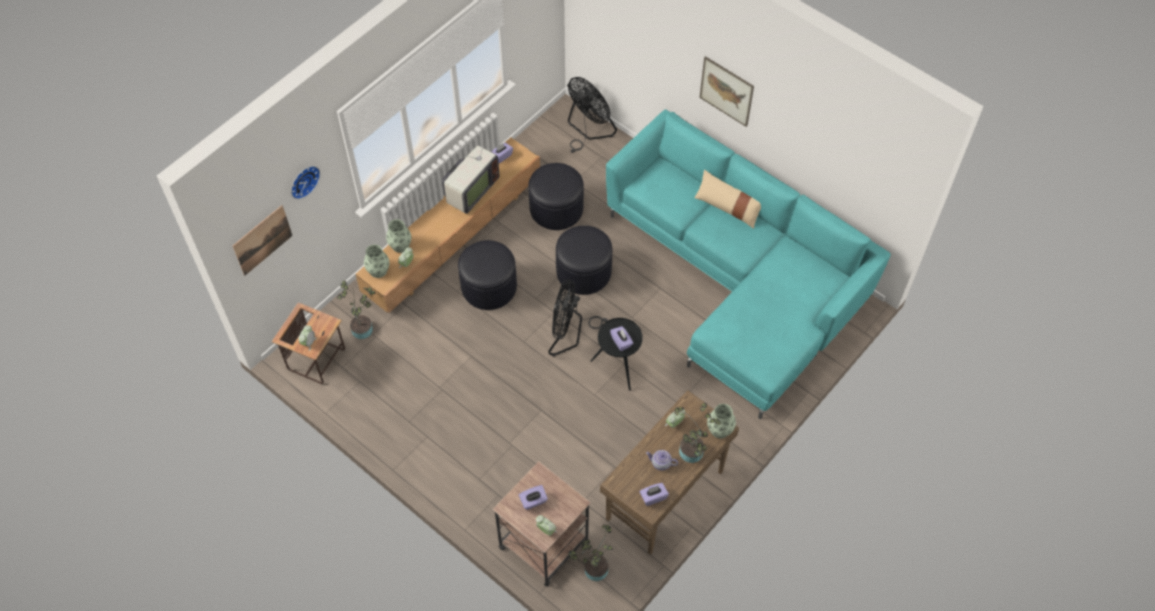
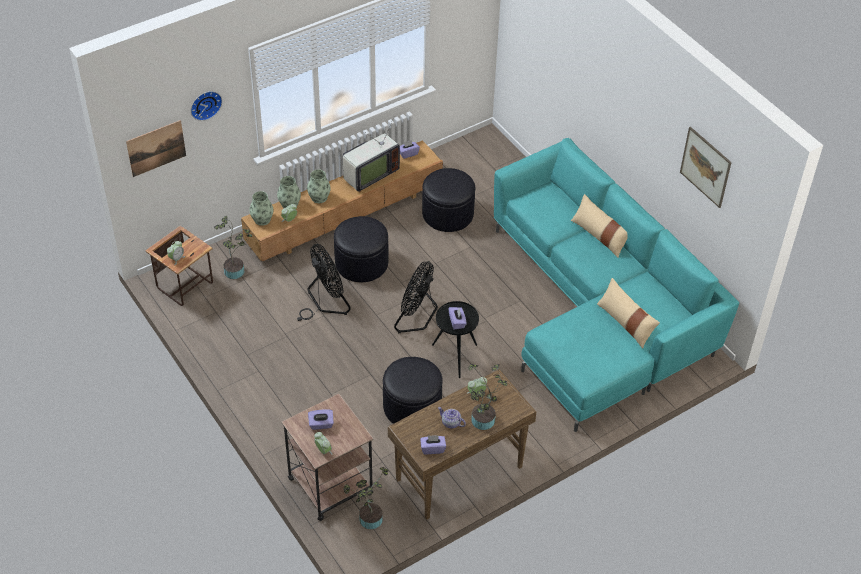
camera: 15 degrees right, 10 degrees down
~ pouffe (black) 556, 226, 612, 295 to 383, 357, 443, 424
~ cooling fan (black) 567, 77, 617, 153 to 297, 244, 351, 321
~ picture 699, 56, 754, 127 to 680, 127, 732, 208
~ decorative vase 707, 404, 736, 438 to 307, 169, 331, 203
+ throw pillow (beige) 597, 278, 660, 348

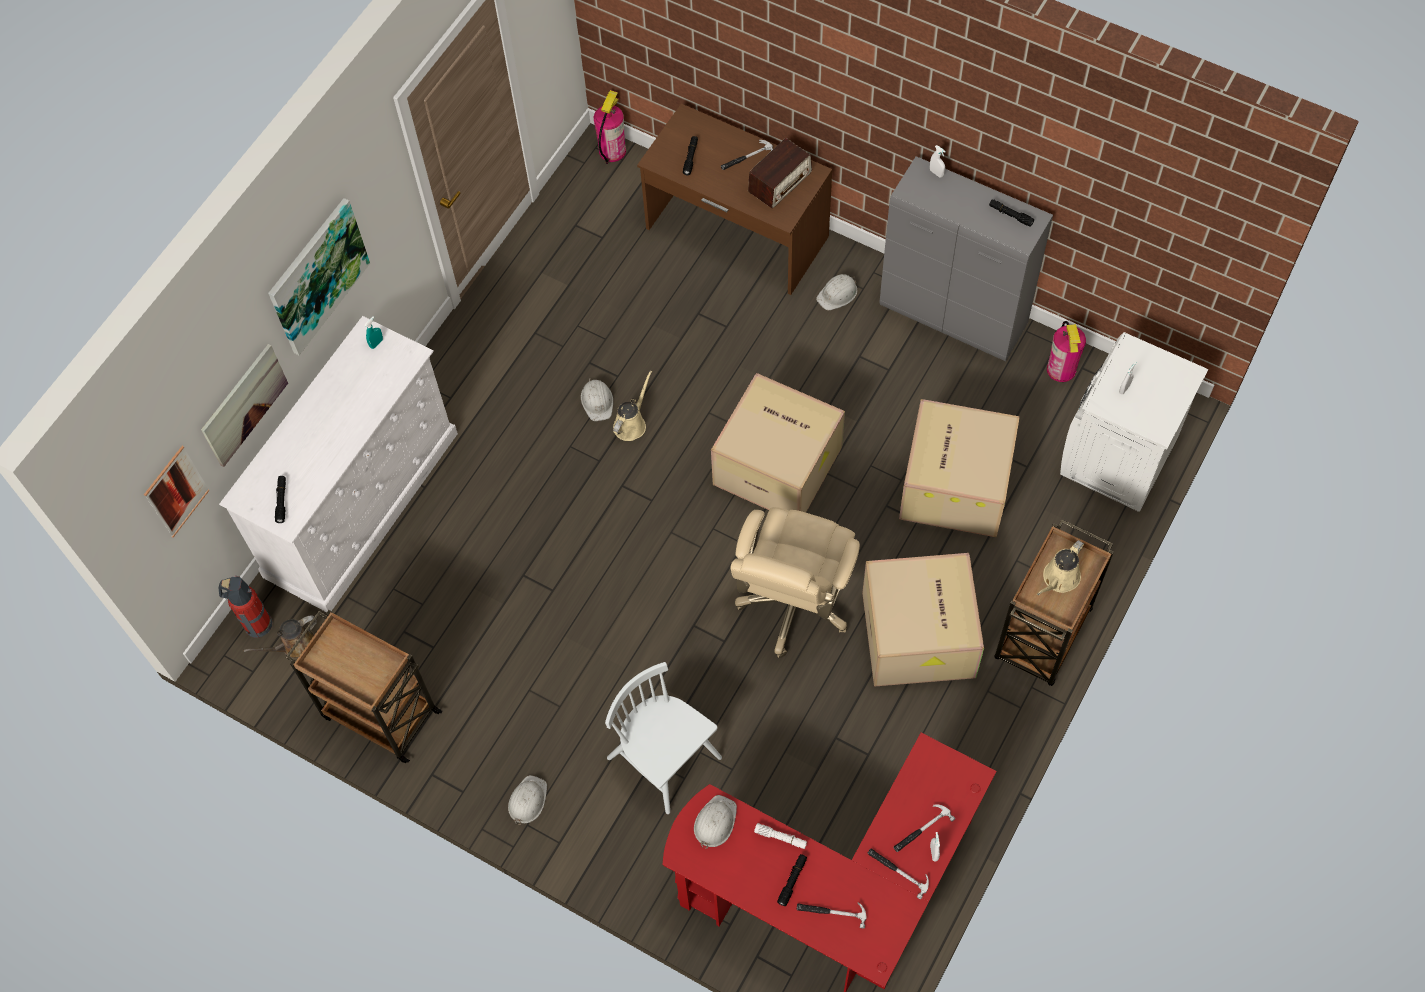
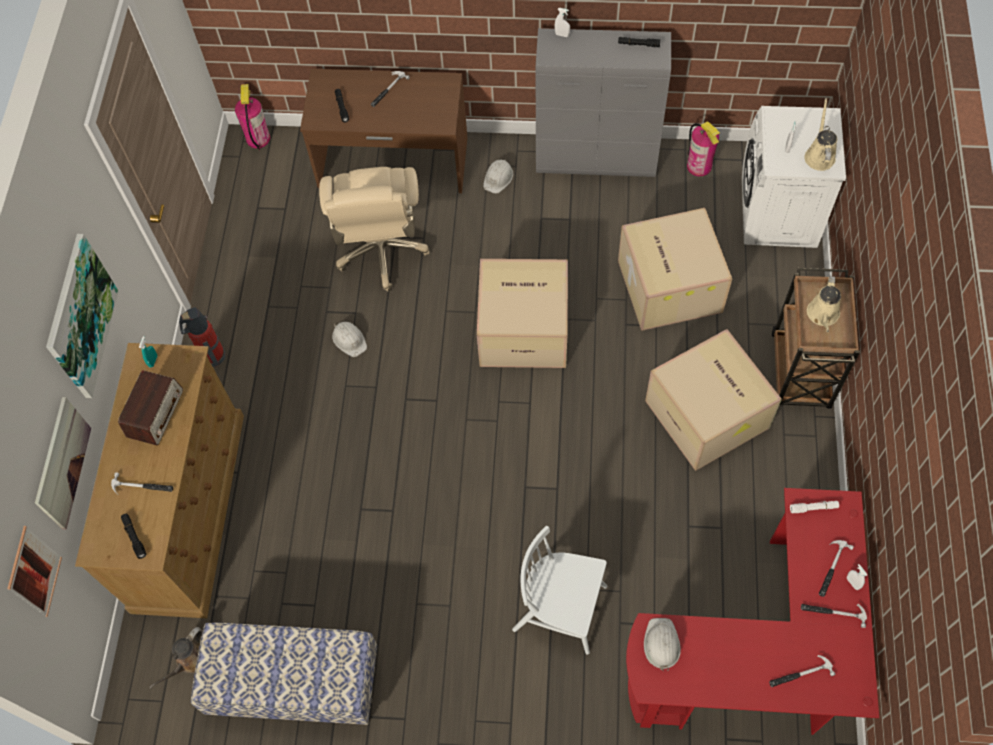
camera: 25 degrees left, 0 degrees up
~ dresser (whitish) 219, 316, 458, 612 to dresser (brownish) 75, 343, 244, 618
~ extinguisher 219, 575, 272, 638 to 179, 307, 226, 367
~ cart (brownish) 286, 610, 443, 763 to indoor bench 191, 622, 377, 725
- hard hat (whitish) 508, 775, 547, 825
~ sprinkling can (beige) 613, 371, 652, 441 to 804, 98, 837, 171
~ office chair (beige) 730, 507, 860, 658 to 319, 167, 430, 292
~ radio receiver 748, 138, 812, 208 to 118, 370, 183, 445
~ torch (whitish) 754, 823, 807, 849 to 790, 501, 839, 513
- torch (black) 777, 854, 807, 906
+ hammer 111, 472, 173, 494

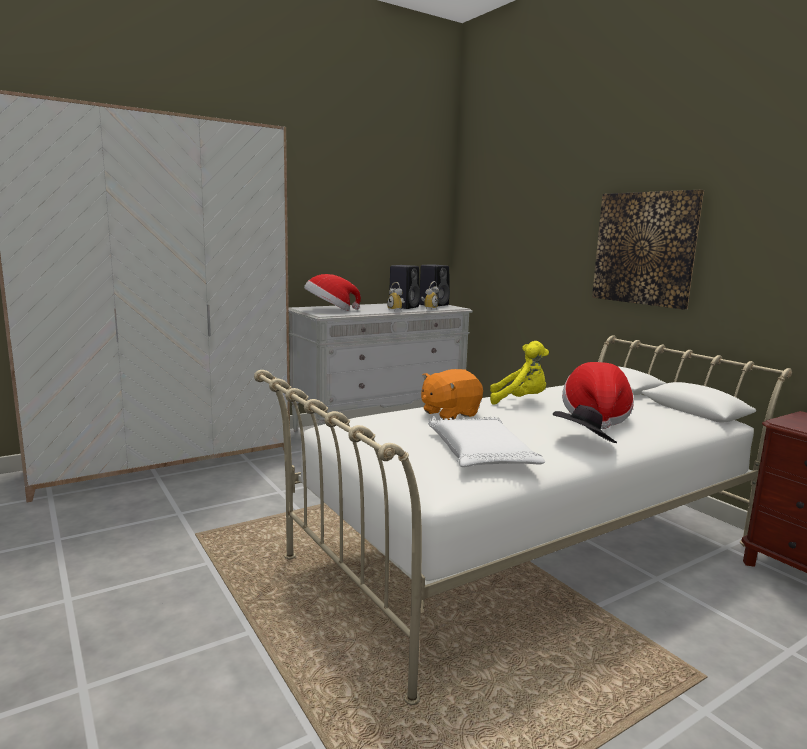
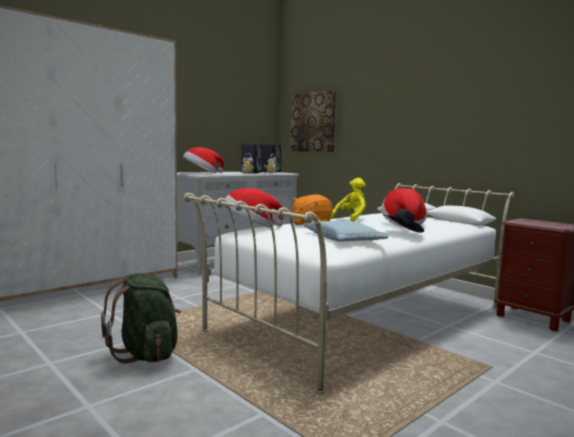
camera: 10 degrees left, 5 degrees down
~ throw pillow (whitish) 428, 416, 545, 467 to throw pillow (blue-coloured) 304, 220, 389, 242
~ plush toy (yellow) 490, 341, 549, 405 = 331, 178, 366, 222 45 degrees counterclockwise
~ picture 592, 190, 704, 309 to 291, 90, 337, 152
+ knapsack (green-coloured) 101, 273, 181, 364
+ wearable hat 225, 188, 283, 228

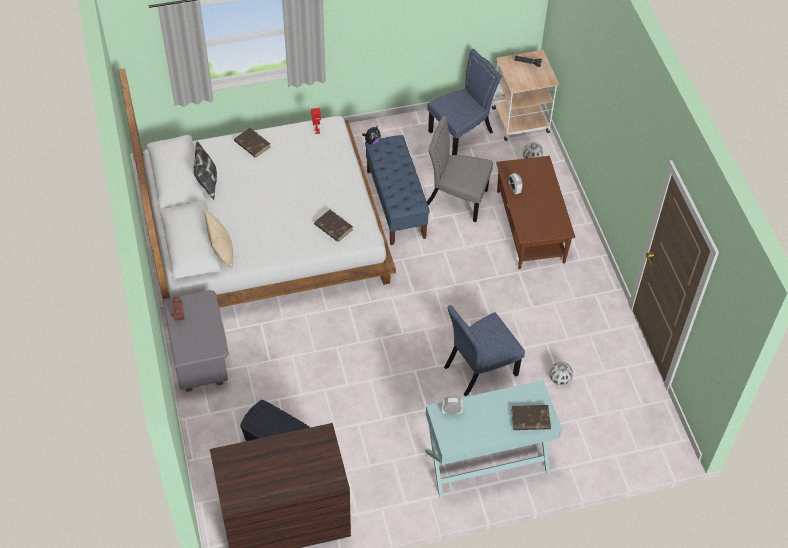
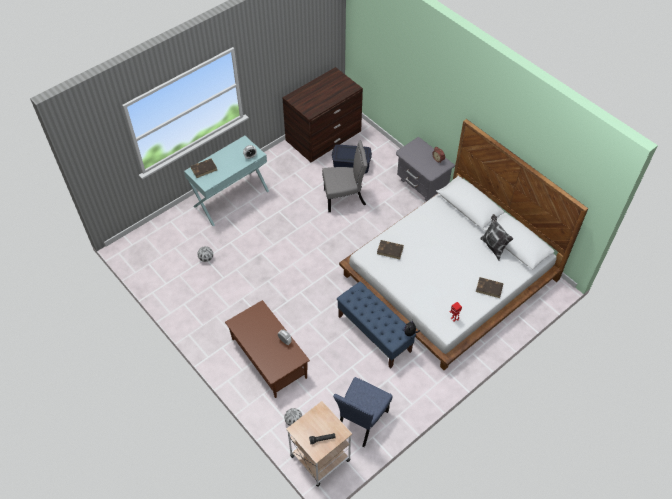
camera: 155 degrees right, 0 degrees up
- throw pillow (beige) 205, 209, 233, 269
~ upright chair (grey) 427, 116, 493, 222 to 322, 141, 367, 212
- upright chair (blue-coloured) 444, 305, 525, 396

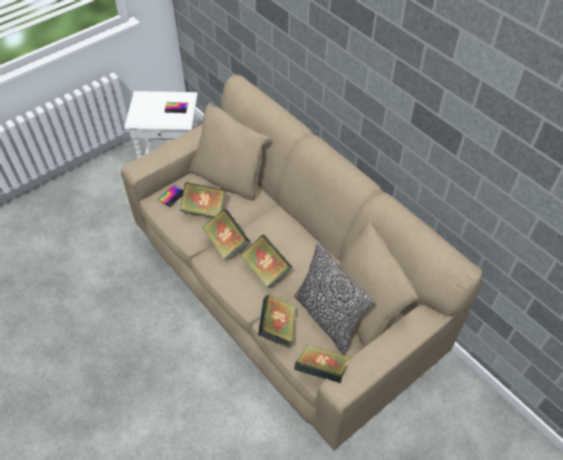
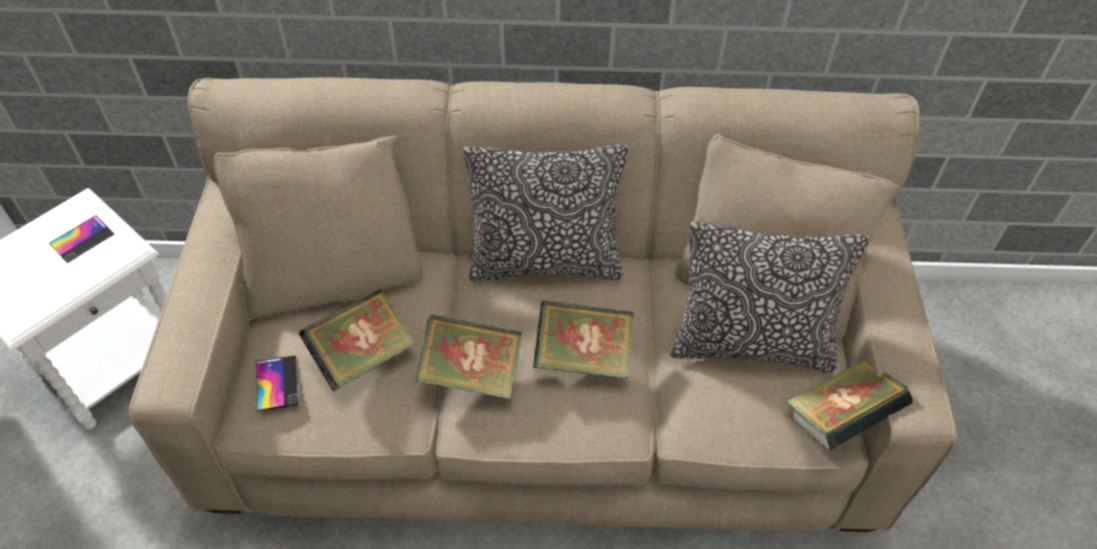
camera: 50 degrees left, 0 degrees up
- bound book 258, 295, 296, 347
+ throw pillow 463, 144, 628, 281

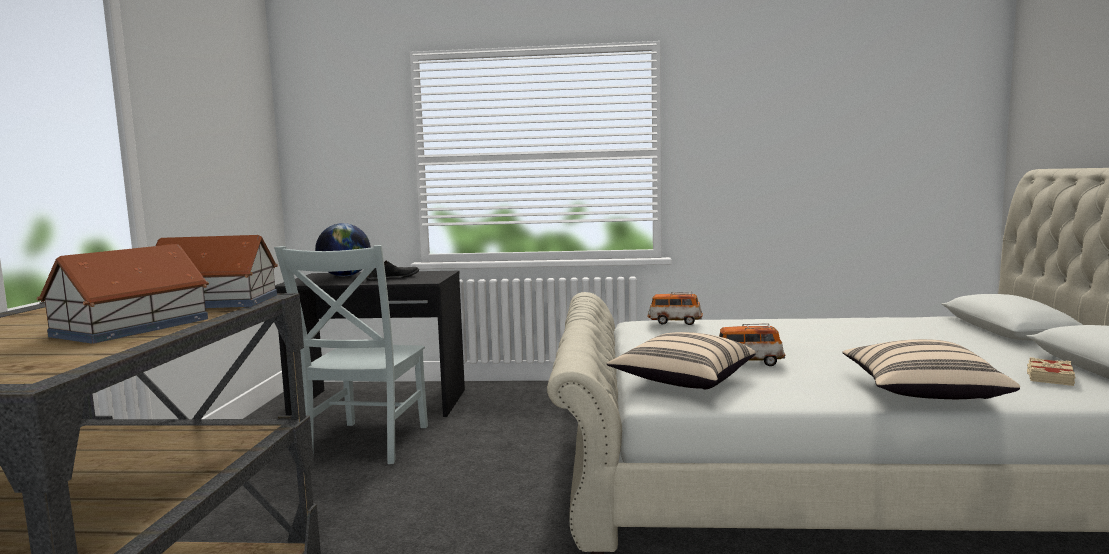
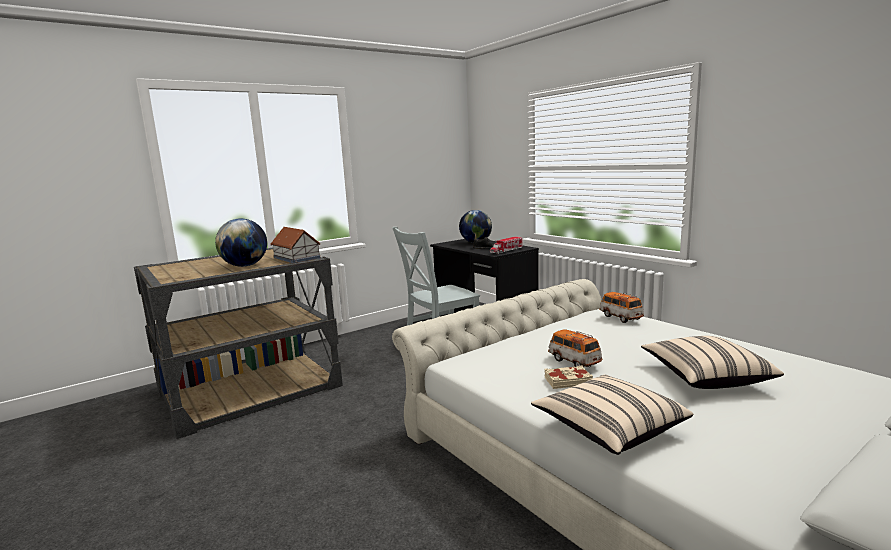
camera: 50 degrees right, 5 degrees up
~ miniature house 36, 244, 209, 344 to globe 215, 218, 267, 267
~ throw pillow (beige) 606, 332, 756, 389 to 641, 336, 784, 389
~ bound book (beige) 1027, 357, 1075, 386 to 544, 365, 593, 389
+ toy lorry 490, 236, 523, 254

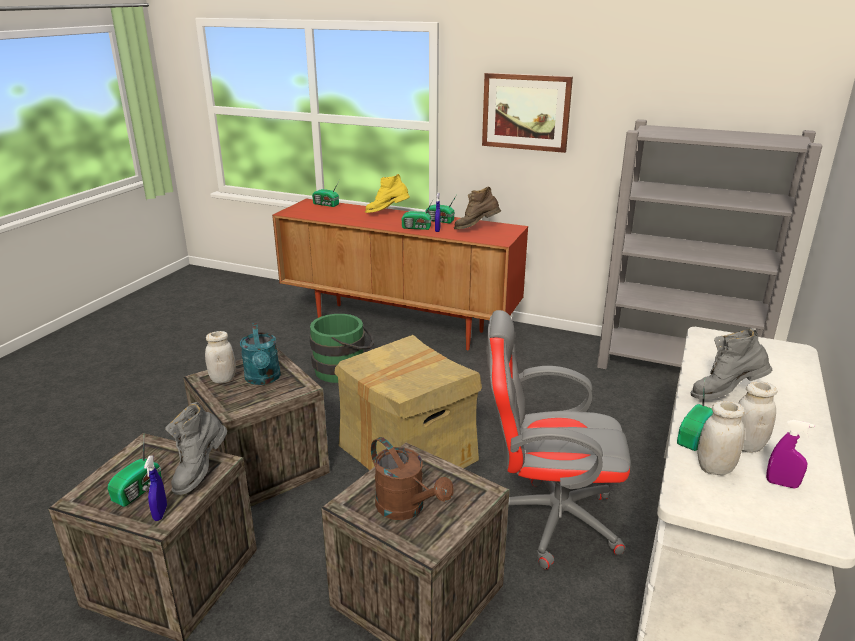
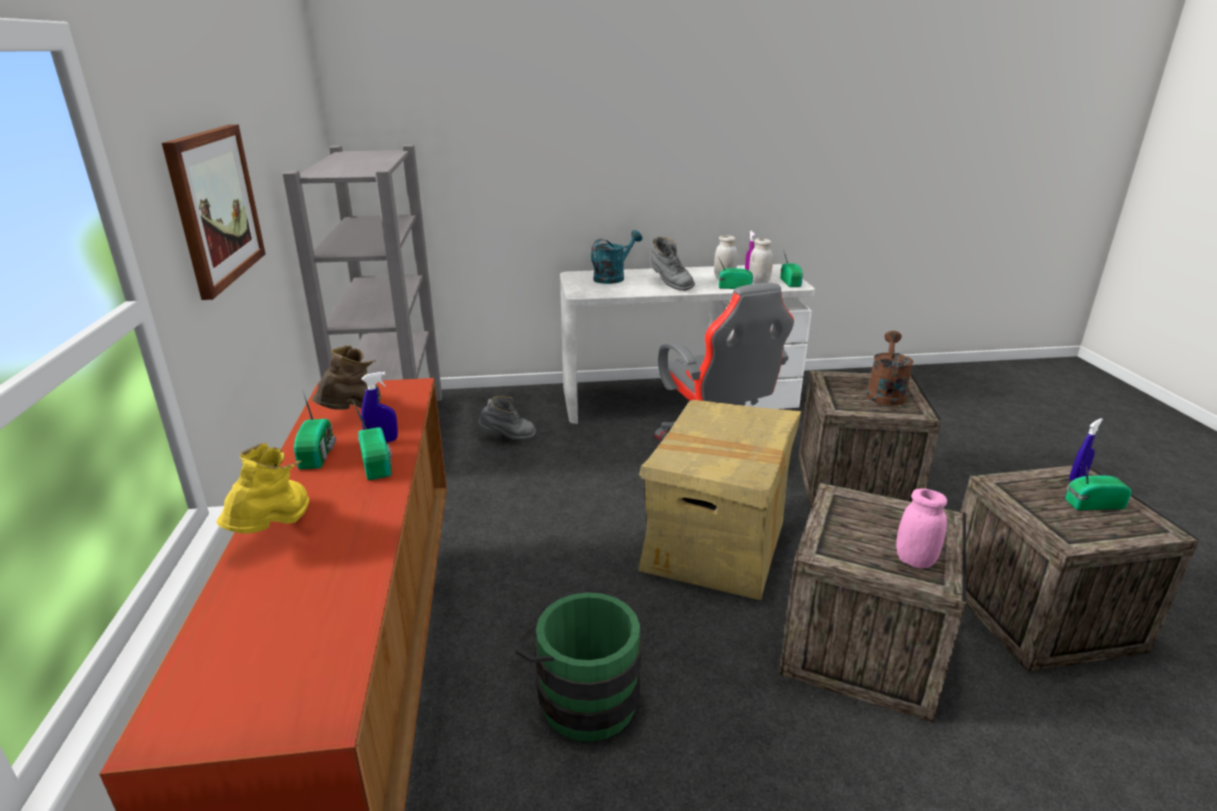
camera: 120 degrees left, 0 degrees up
~ boot (grey) 165, 402, 227, 495 to 478, 396, 536, 440
~ preserve jar (whitish) 205, 331, 236, 384 to preserve jar (pink) 896, 488, 947, 568
~ sprinkling can (turquoise) 240, 323, 281, 385 to 591, 230, 642, 284
~ radio receiver 312, 180, 340, 207 to 781, 249, 803, 287
~ boot (yellow) 365, 174, 410, 213 = 216, 443, 309, 534 135 degrees counterclockwise
~ boot (brownish) 454, 186, 501, 229 = 312, 345, 381, 410 120 degrees counterclockwise

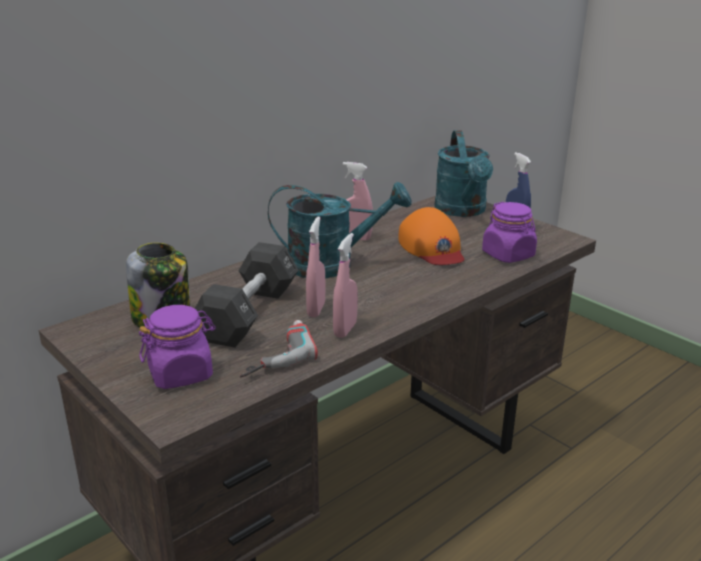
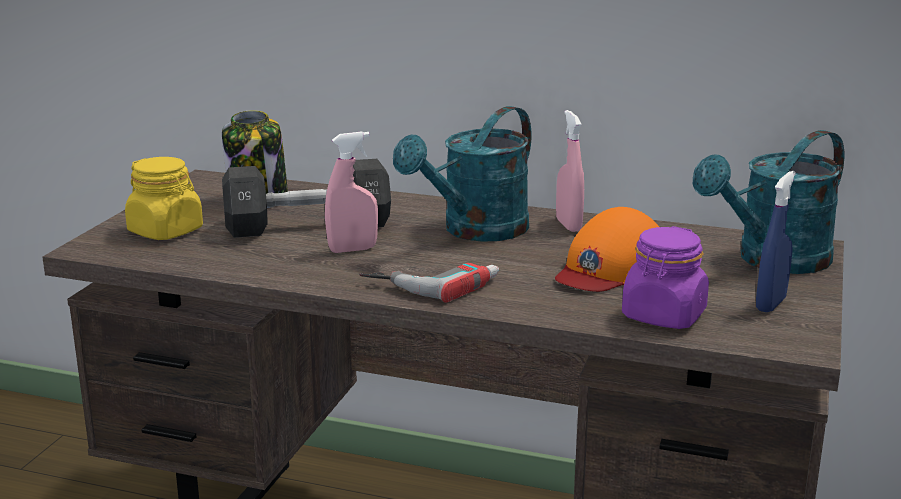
camera: 60 degrees right, 5 degrees down
~ preserve jar (purple-coloured) 139, 305, 216, 389 to preserve jar (yellow) 125, 157, 203, 240
~ power drill 240, 320, 318, 377 to 359, 263, 499, 303
~ sprinkling can (turquoise) 268, 182, 412, 278 = 393, 106, 531, 242 75 degrees clockwise
- hand sprayer (pink) 333, 233, 358, 338

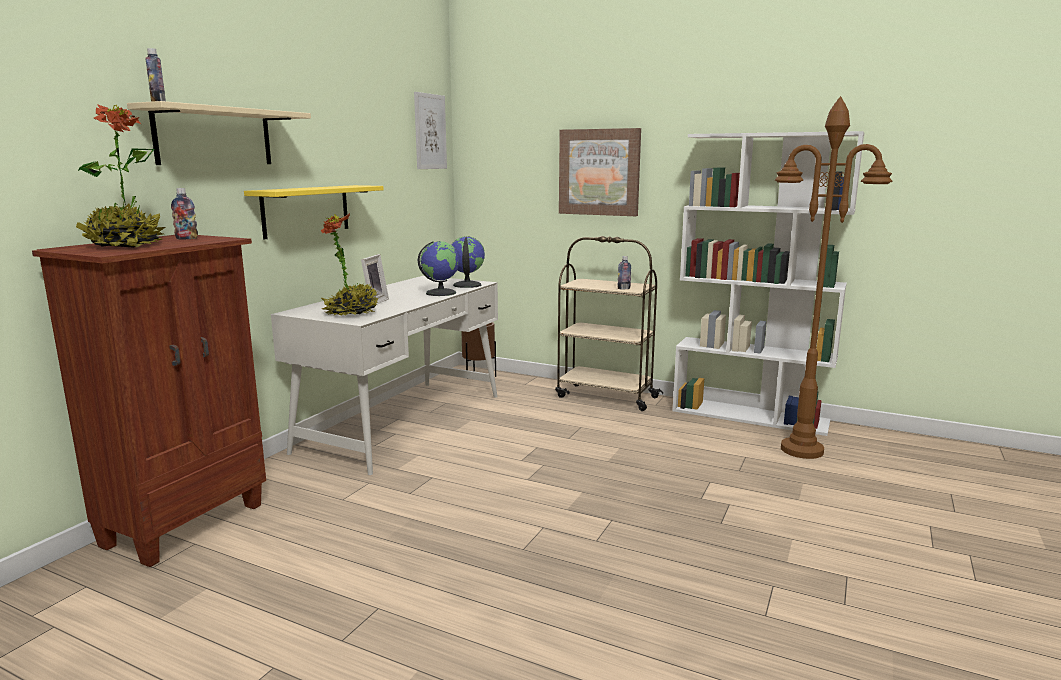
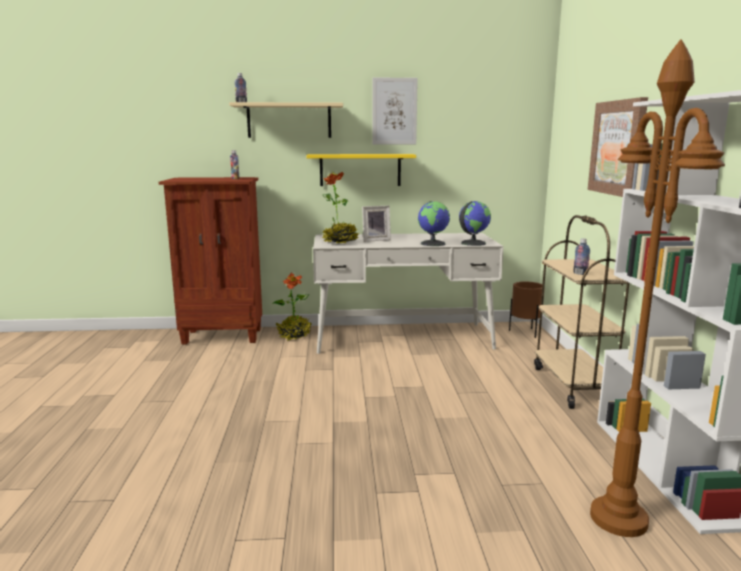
camera: 60 degrees right, 0 degrees up
~ houseplant 76, 104, 166, 248 to 273, 273, 312, 341
~ picture 414, 92, 447, 169 to 373, 78, 418, 145

